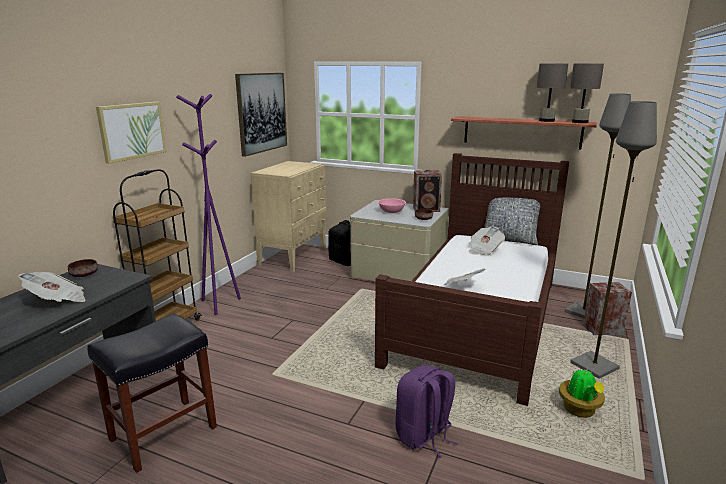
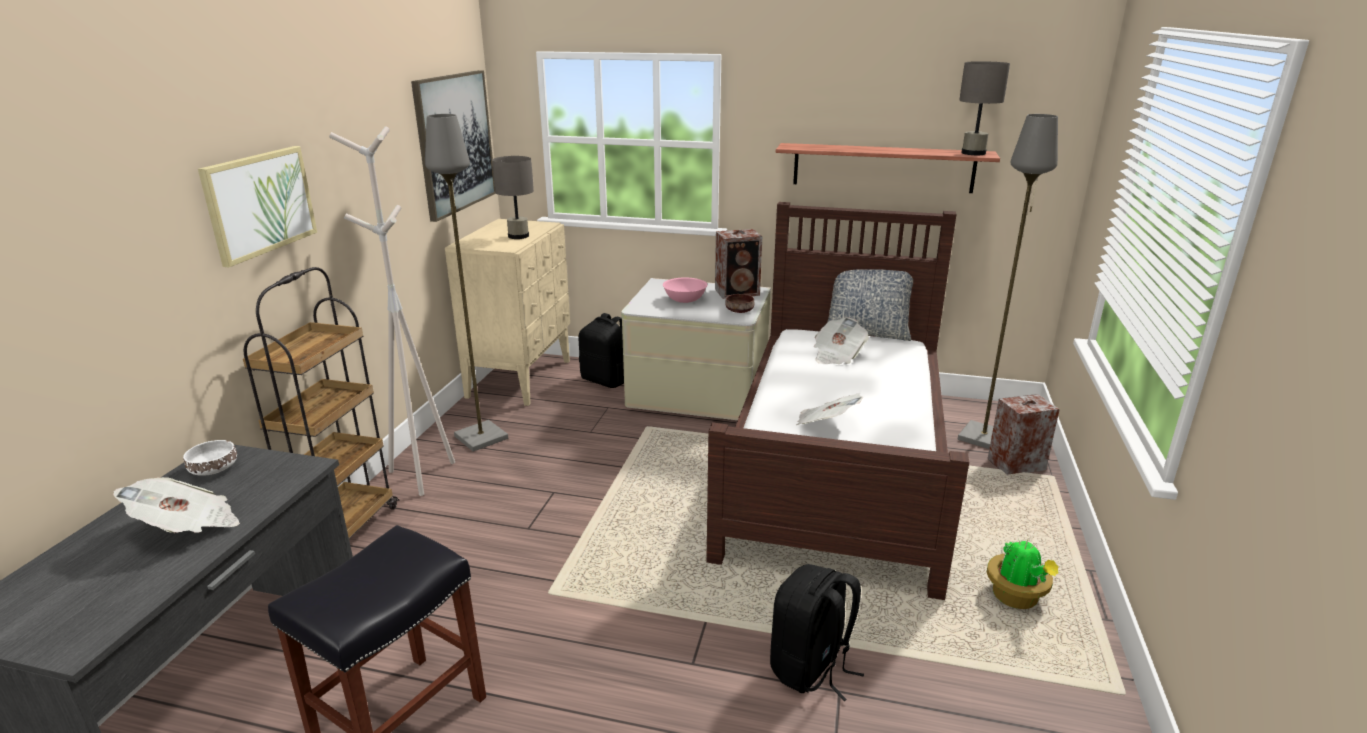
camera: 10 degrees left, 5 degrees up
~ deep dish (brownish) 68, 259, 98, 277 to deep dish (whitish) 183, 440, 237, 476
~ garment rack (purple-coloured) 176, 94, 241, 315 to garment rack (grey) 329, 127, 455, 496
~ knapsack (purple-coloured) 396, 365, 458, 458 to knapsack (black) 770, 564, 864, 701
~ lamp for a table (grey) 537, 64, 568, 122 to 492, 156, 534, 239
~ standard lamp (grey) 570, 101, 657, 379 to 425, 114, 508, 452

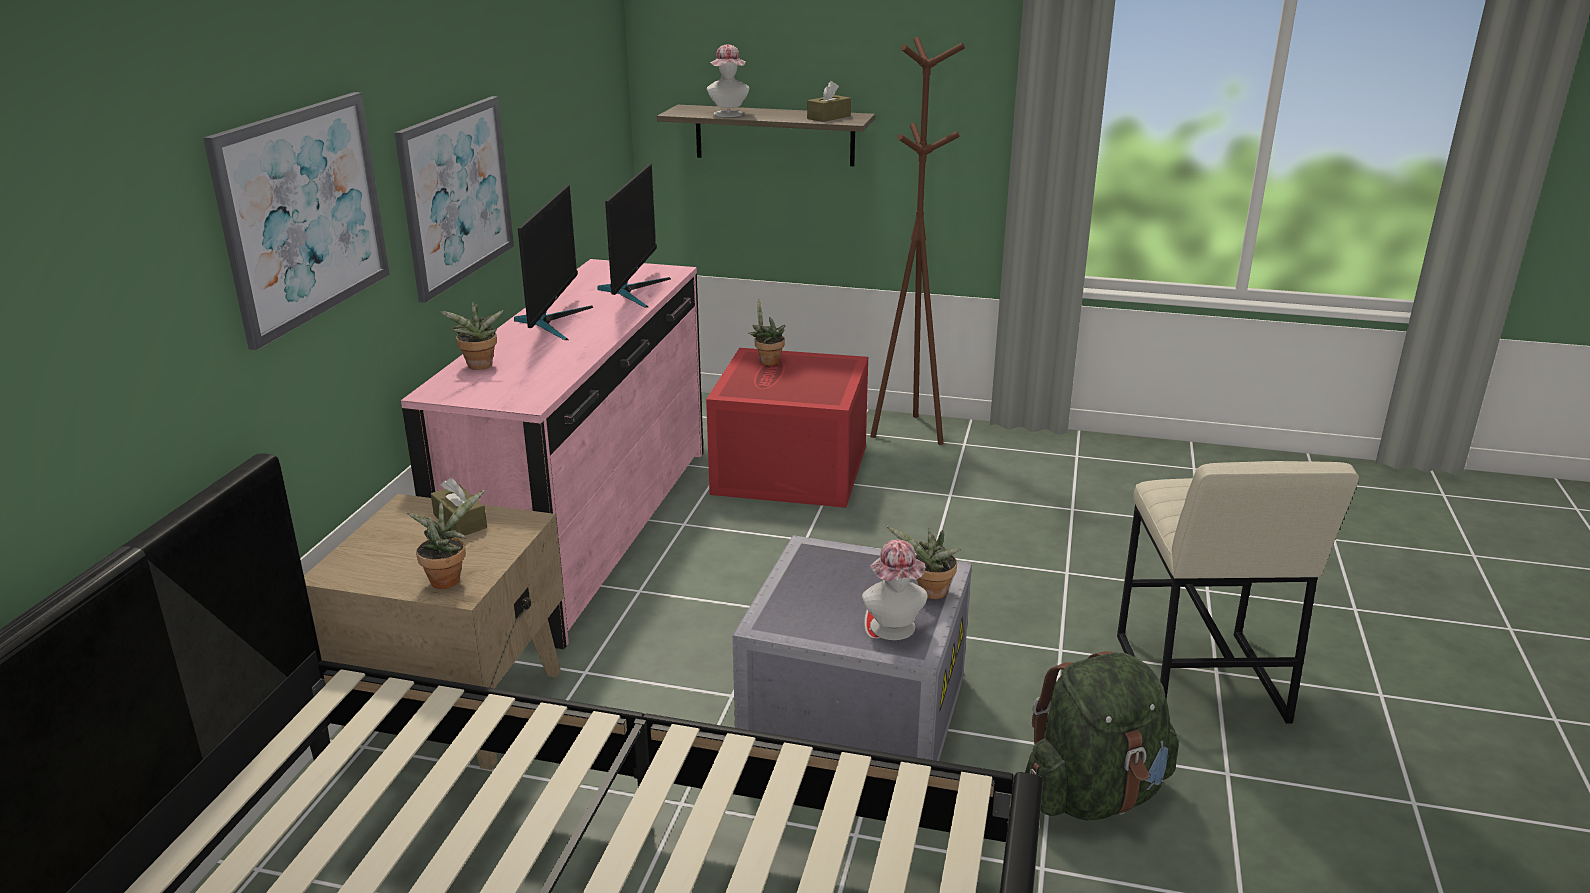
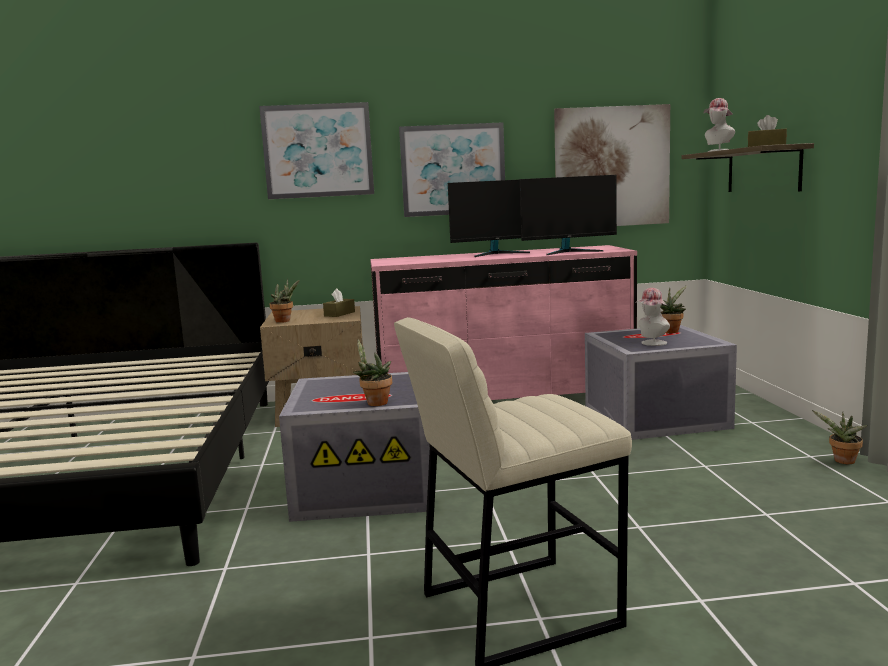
camera: 70 degrees right, 15 degrees down
~ houseplant 440, 301, 504, 370 to 812, 410, 868, 464
~ storage container (red) 706, 348, 868, 508 to storage container (grey) 585, 325, 737, 440
~ wearable hat 862, 539, 927, 640 to 635, 288, 670, 346
- garment rack (brownish) 870, 37, 965, 445
- knapsack (green-coloured) 1025, 651, 1179, 820
+ picture 554, 104, 670, 226

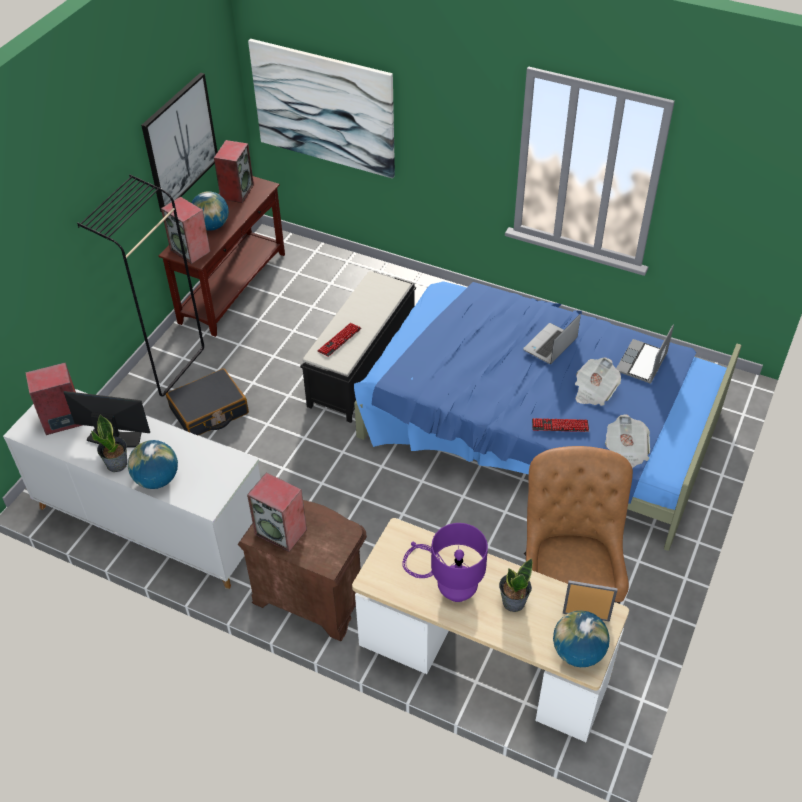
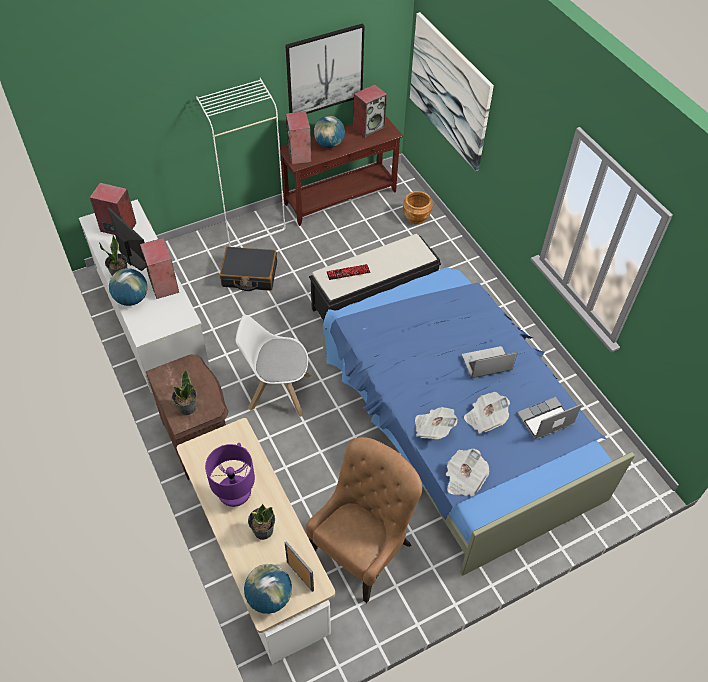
camera: 35 degrees right, 5 degrees up
~ garment rack (black) 77, 174, 204, 397 to garment rack (whitish) 196, 78, 285, 247
~ speaker 247, 472, 307, 552 to 140, 238, 179, 299
~ PC keyboard 532, 418, 589, 432 to printed paper 415, 407, 458, 439
+ houseplant 172, 370, 197, 415
+ upright chair 236, 315, 312, 417
+ planter (brownish) 403, 191, 433, 225

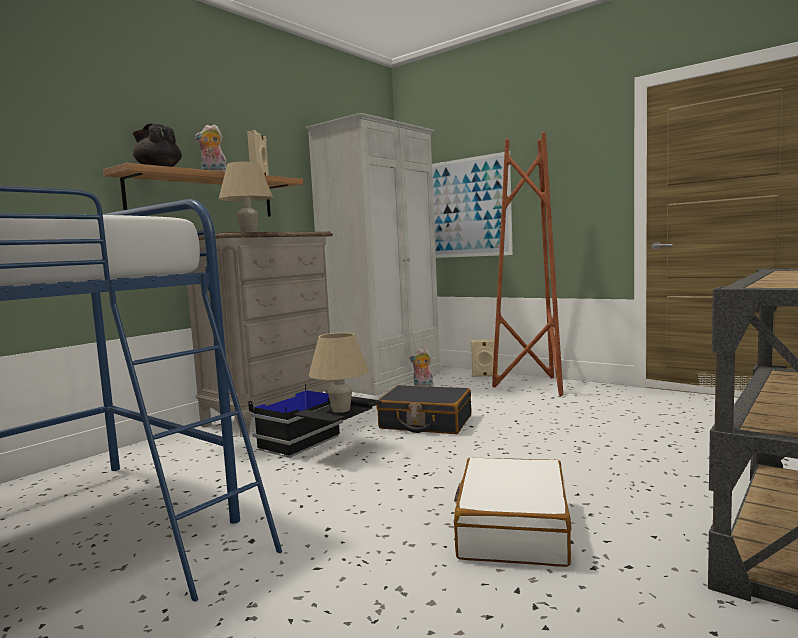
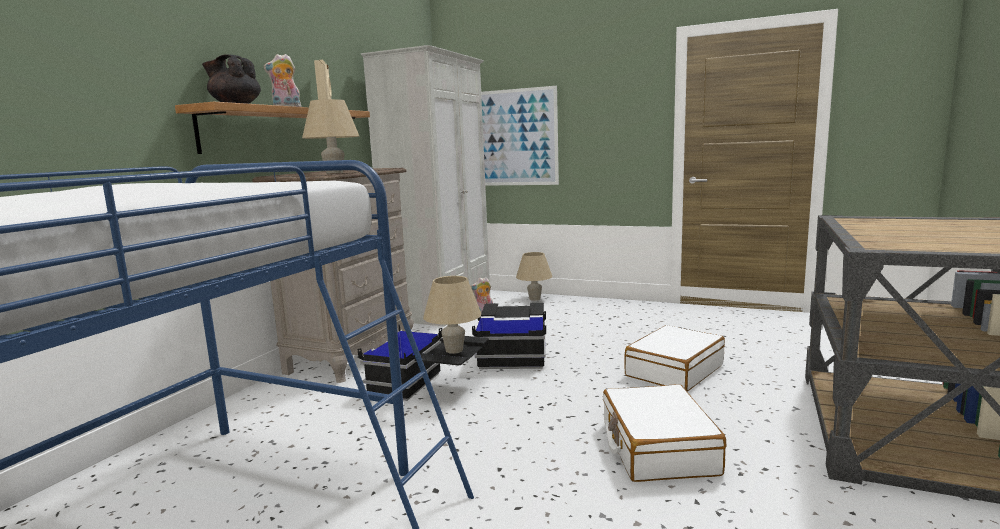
camera: 15 degrees left, 5 degrees up
~ suitcase (black) 377, 385, 471, 434 to storage container (black) 472, 303, 546, 369
~ speaker (beige) 471, 339, 499, 377 to lamp for a table (beige) 516, 252, 552, 301
- garment rack (brownish) 492, 132, 563, 396
+ suitcase (whitish) 625, 325, 725, 391

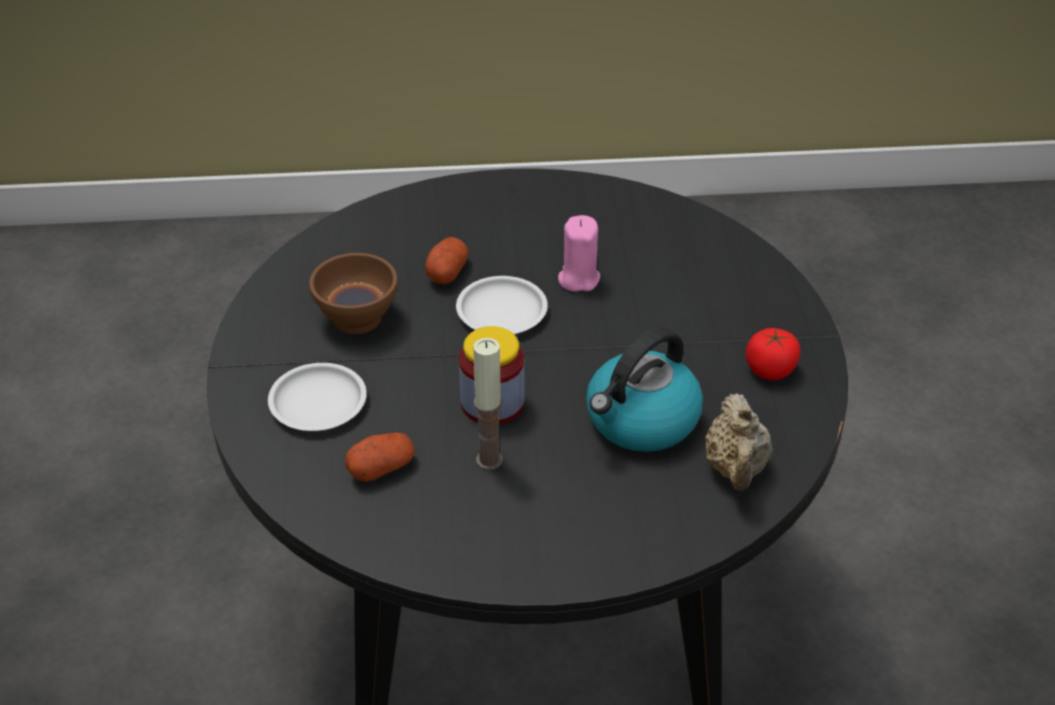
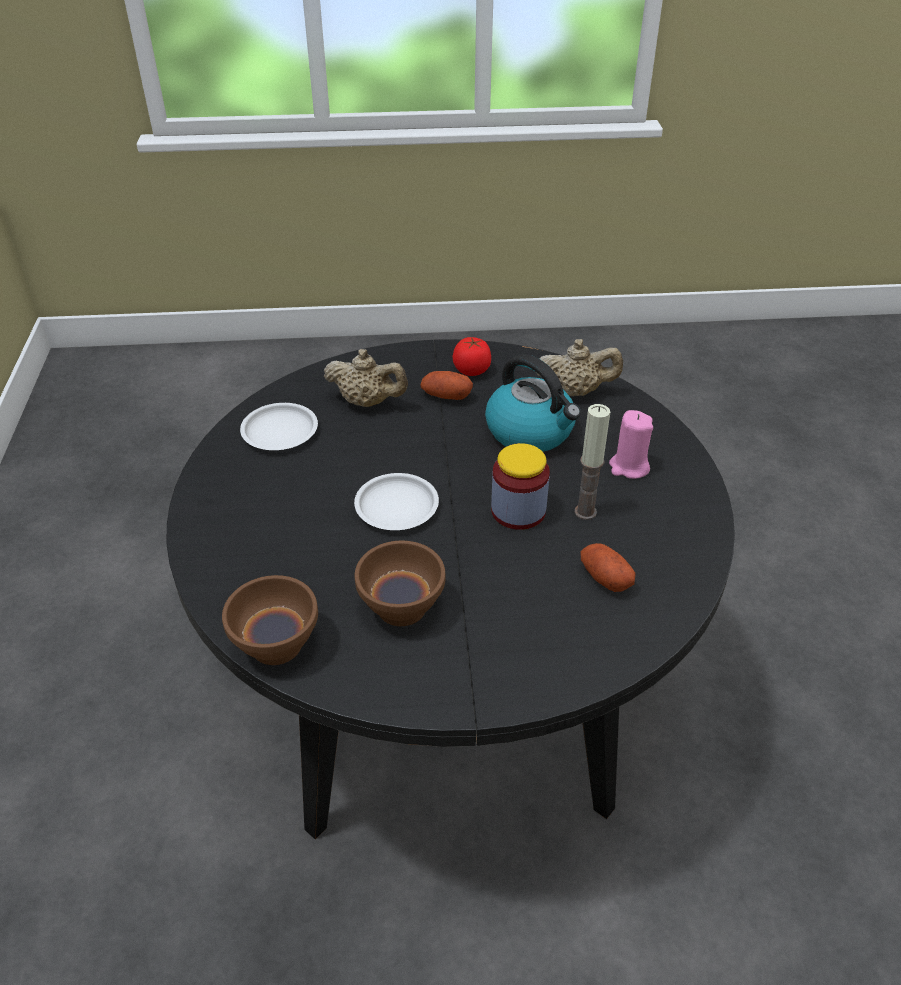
camera: 90 degrees left, 0 degrees up
~ dinner plate (whitish) 268, 363, 367, 431 to 240, 403, 318, 450
~ spud 425, 237, 468, 284 to 420, 371, 473, 400
~ wax candle (pink) 558, 215, 600, 292 to 609, 410, 653, 479
+ deep dish (brownish) 222, 575, 318, 665
+ teapot (beige) 324, 349, 408, 407

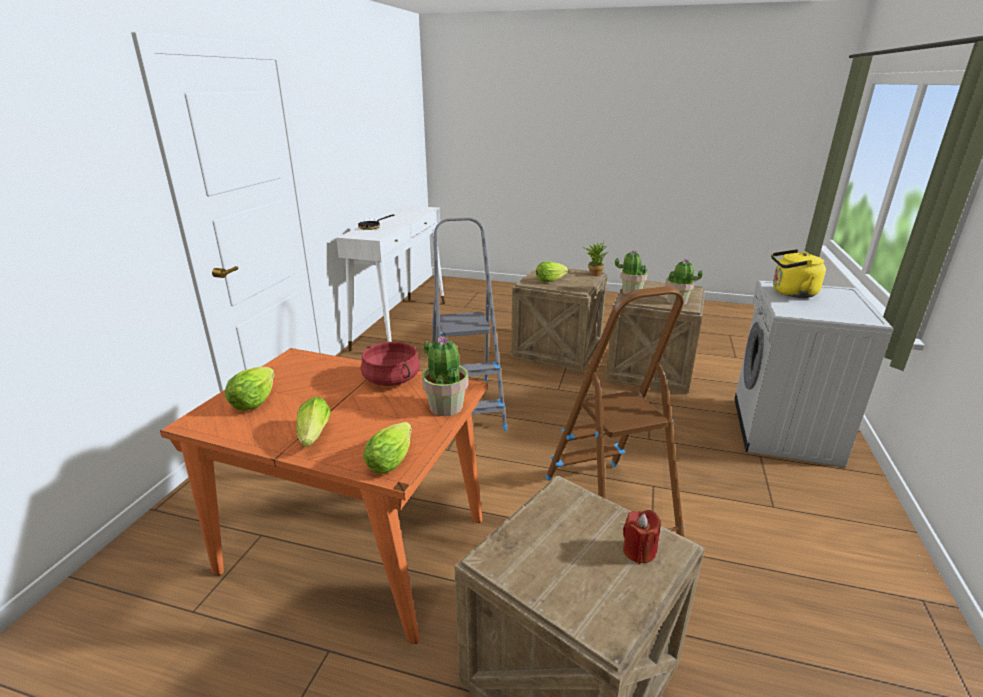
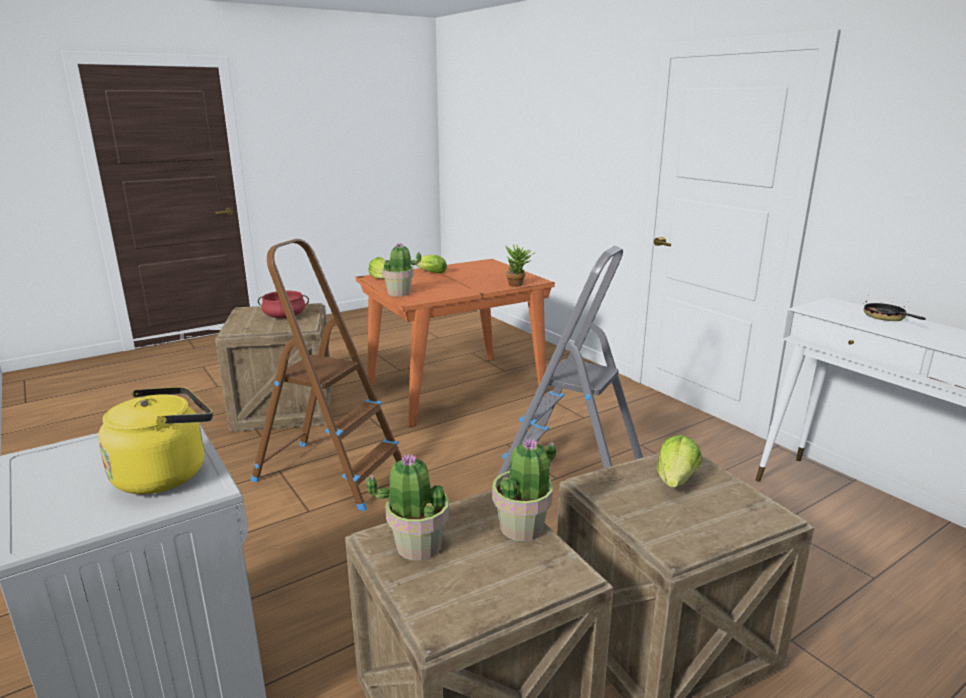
camera: 130 degrees right, 5 degrees down
- lettuce head 225, 367, 275, 411
~ stockpot (red) 360, 342, 420, 386 to 258, 291, 309, 318
~ houseplant 583, 241, 608, 276 to 505, 244, 536, 287
- wax candle (red) 623, 510, 661, 564

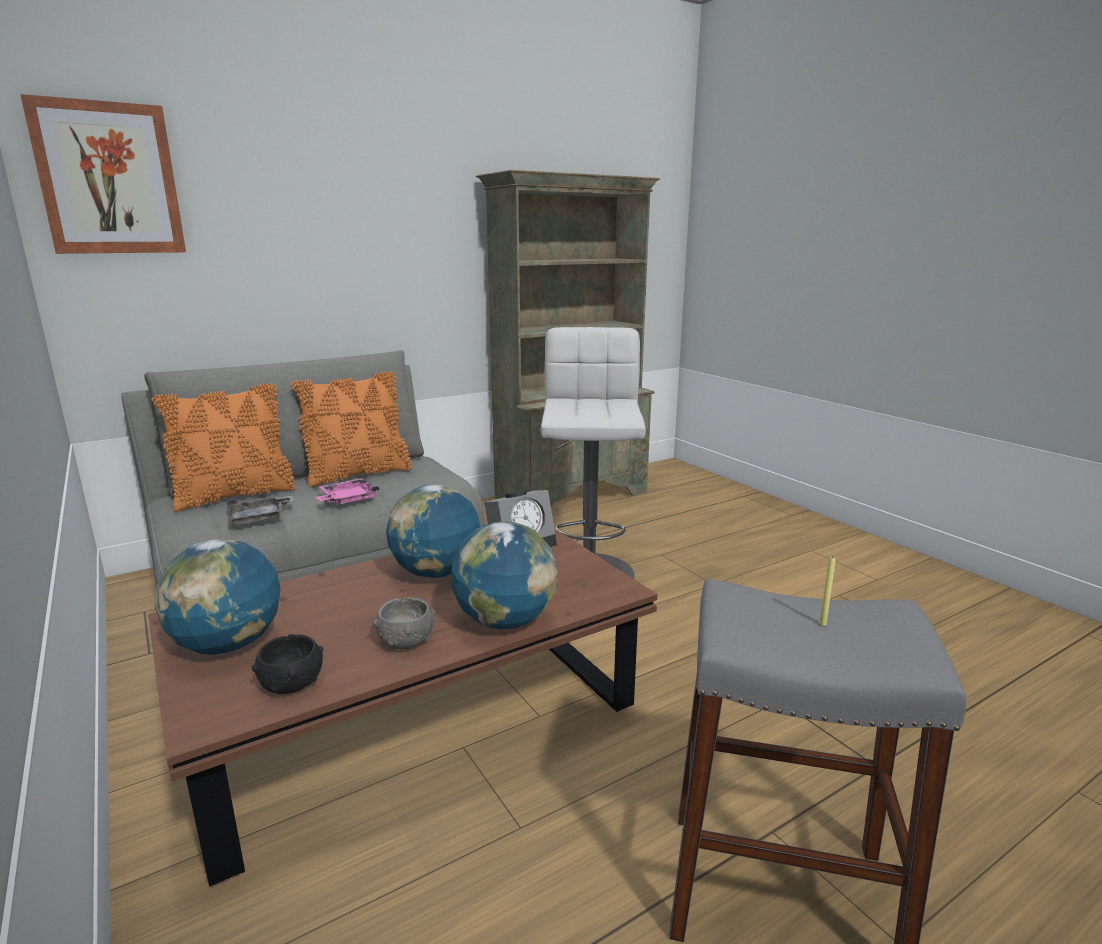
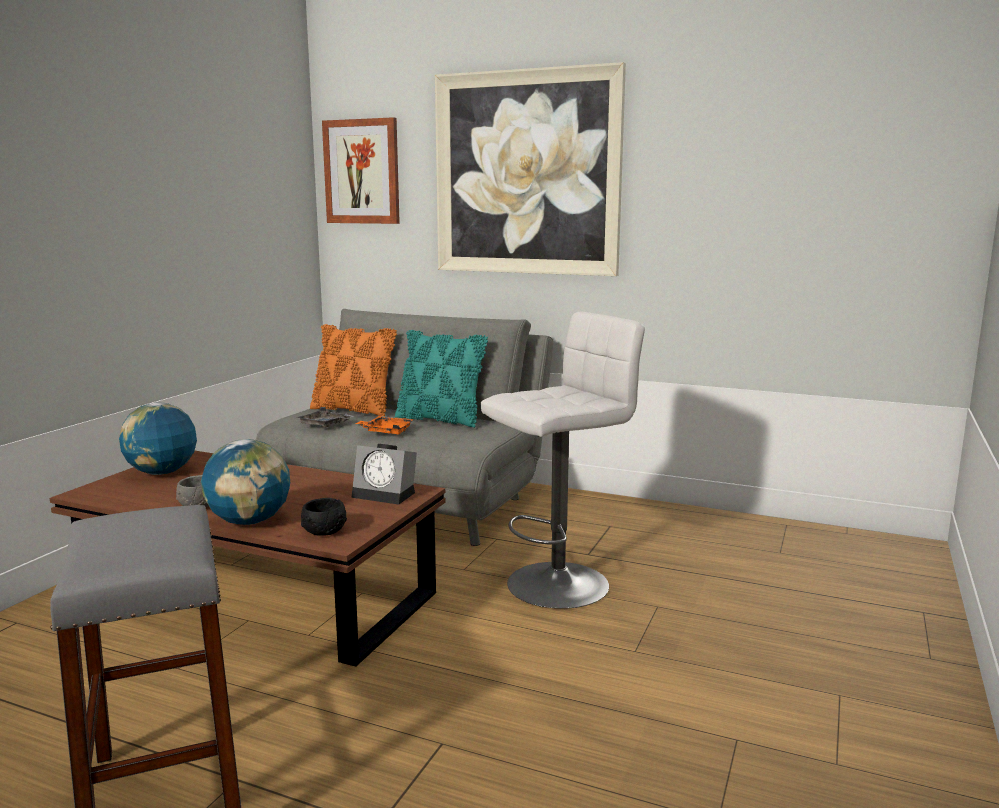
camera: 55 degrees right, 5 degrees down
~ deep dish (black) 252, 634, 323, 694 to 301, 498, 347, 536
~ throw pillow (orange) 290, 371, 412, 487 to throw pillow (turquoise) 395, 330, 488, 428
~ carrying tray (pink) 316, 478, 379, 504 to carrying tray (orange) 355, 416, 414, 434
- globe 386, 484, 480, 578
- bookcase (green-coloured) 476, 170, 660, 507
- wax candle (yellow) 819, 556, 836, 625
+ picture 435, 62, 626, 276

